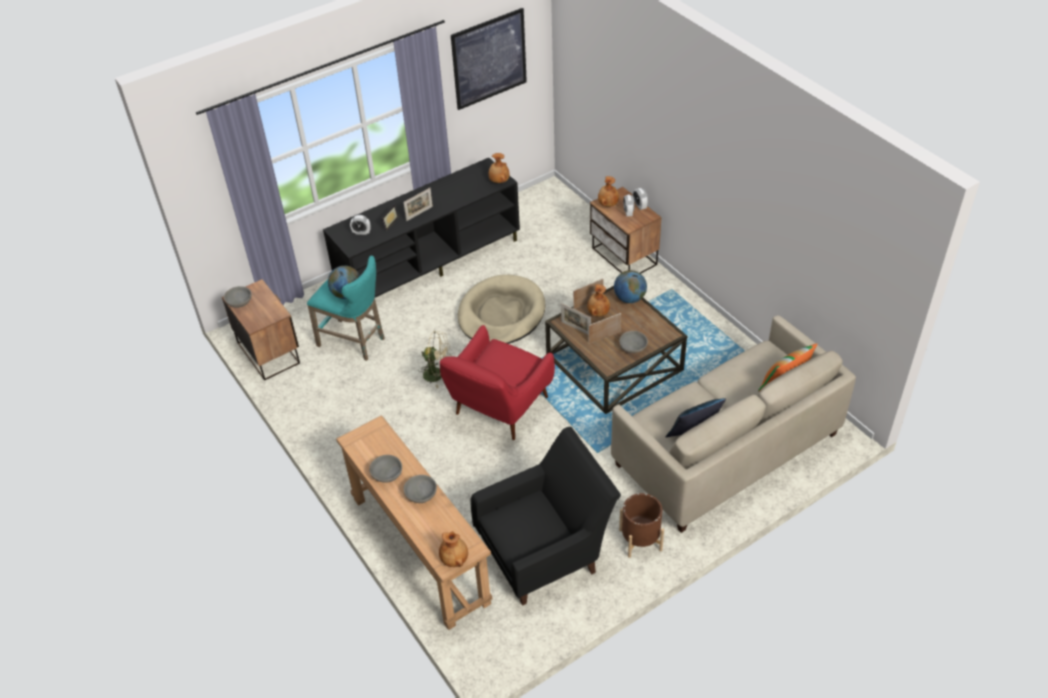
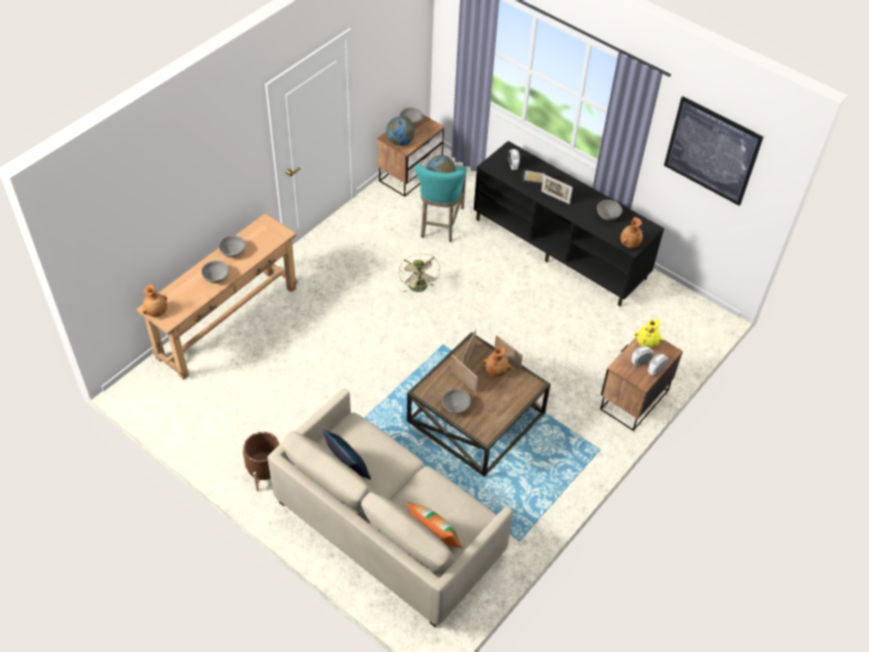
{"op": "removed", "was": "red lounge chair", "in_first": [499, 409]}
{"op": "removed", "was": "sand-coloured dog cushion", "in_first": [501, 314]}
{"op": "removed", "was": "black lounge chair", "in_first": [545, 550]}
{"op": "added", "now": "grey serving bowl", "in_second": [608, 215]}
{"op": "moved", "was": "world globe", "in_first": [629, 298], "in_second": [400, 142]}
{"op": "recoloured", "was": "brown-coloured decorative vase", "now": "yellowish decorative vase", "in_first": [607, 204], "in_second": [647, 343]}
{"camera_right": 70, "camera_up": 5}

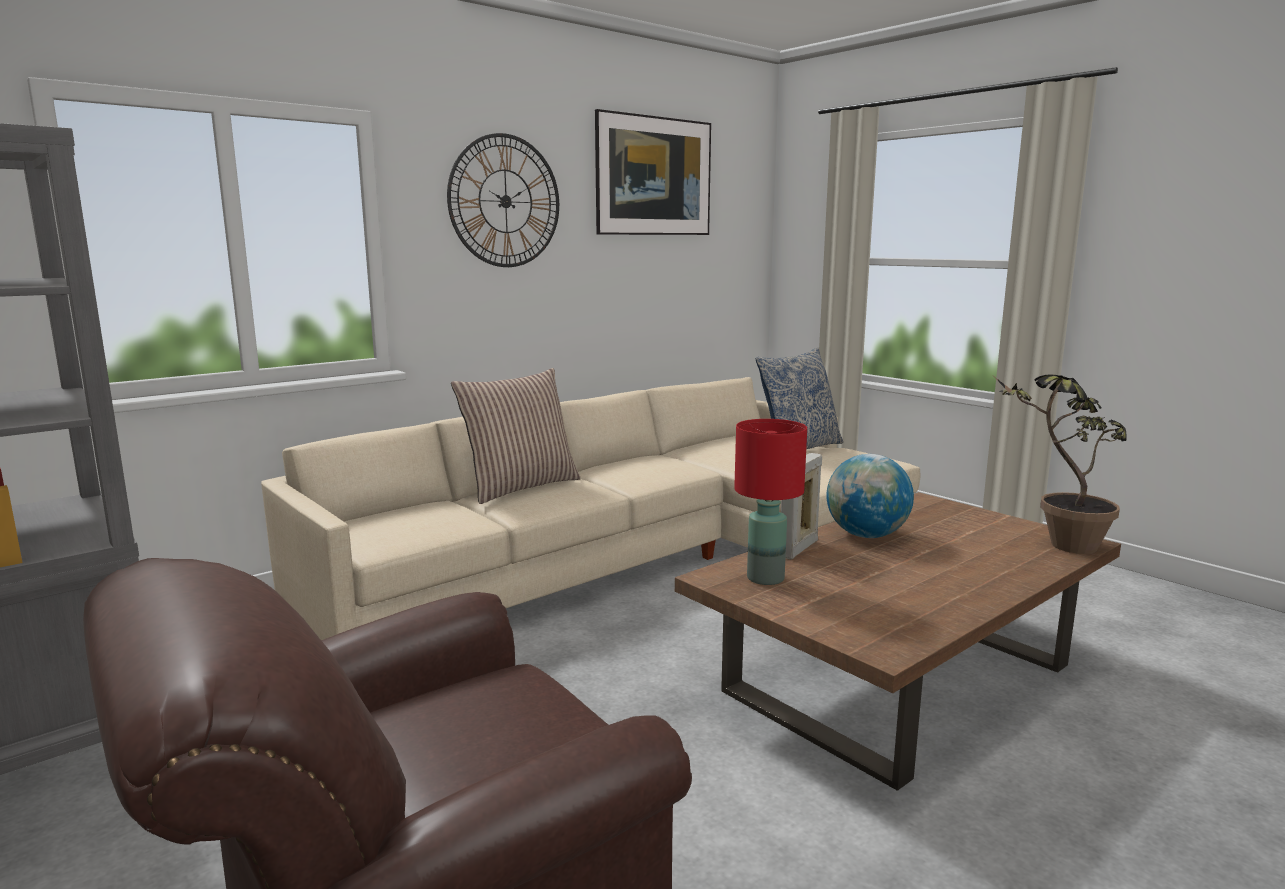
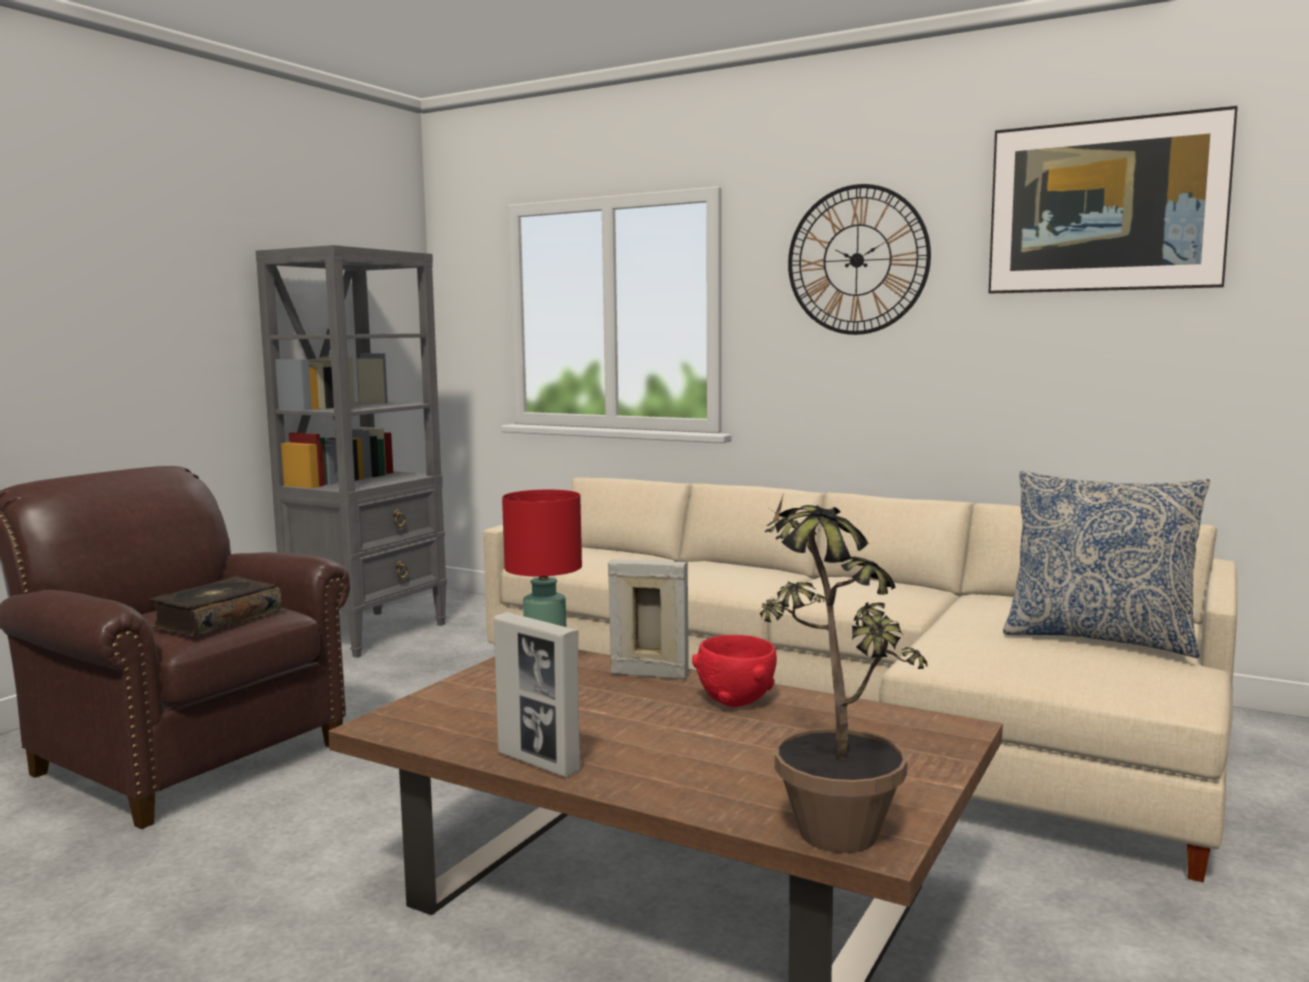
{"op": "removed", "was": "pillow", "in_first": [520, 486]}
{"op": "added", "now": "volume", "in_second": [216, 620]}
{"op": "added", "now": "picture frame", "in_second": [538, 762]}
{"op": "replaced", "was": "world globe", "now": "red serving bowl", "in_first": [866, 535], "in_second": [735, 701]}
{"camera_right": 70, "camera_up": -5}

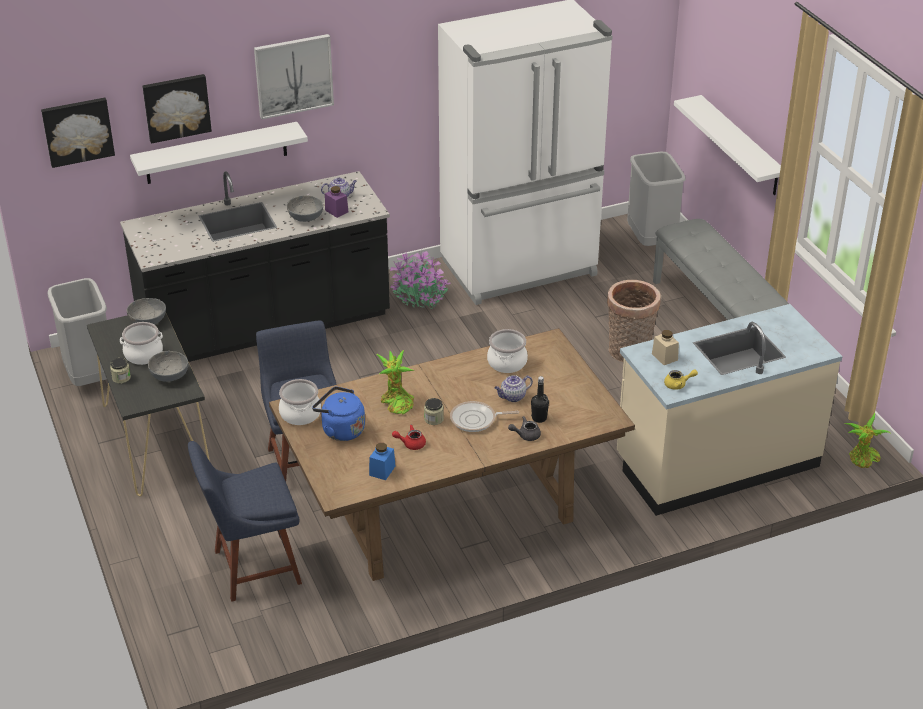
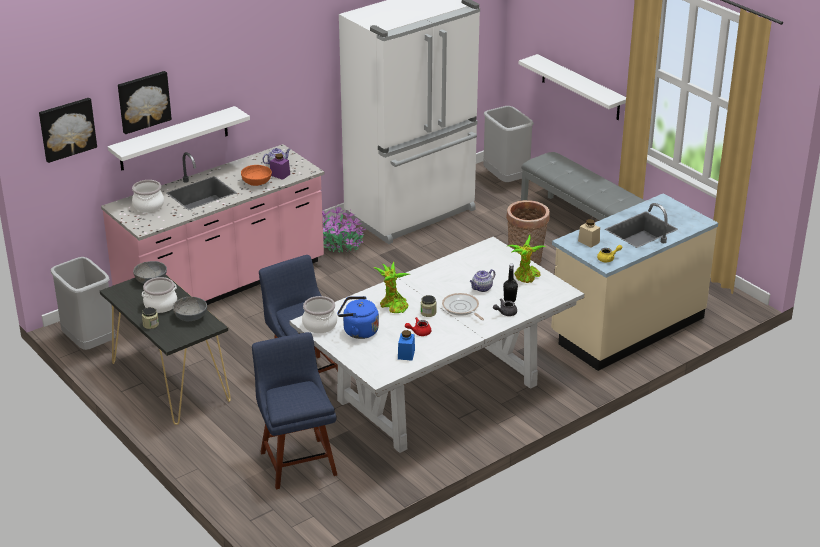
{"op": "removed", "was": "wall art", "in_first": [293, 75]}
{"op": "moved", "was": "saucepot", "in_first": [506, 362], "in_second": [148, 206]}
{"op": "moved", "was": "plant in a pot", "in_first": [862, 460], "in_second": [526, 277]}
{"op": "recoloured", "was": "black kitchen counter", "now": "pink kitchen counter", "in_first": [265, 328], "in_second": [222, 285]}
{"op": "recoloured", "was": "brown-coloured kitchen table", "now": "white-coloured kitchen table", "in_first": [449, 510], "in_second": [437, 393]}
{"op": "recoloured", "was": "grey serving bowl", "now": "orange serving bowl", "in_first": [305, 217], "in_second": [256, 182]}
{"op": "turned", "was": "bluish plain chair", "in_first": [252, 568], "in_second": [297, 460], "clockwise": 105}
{"op": "turned", "was": "pan", "in_first": [476, 420], "in_second": [461, 308], "clockwise": 75}
{"camera_right": -15, "camera_up": -5}

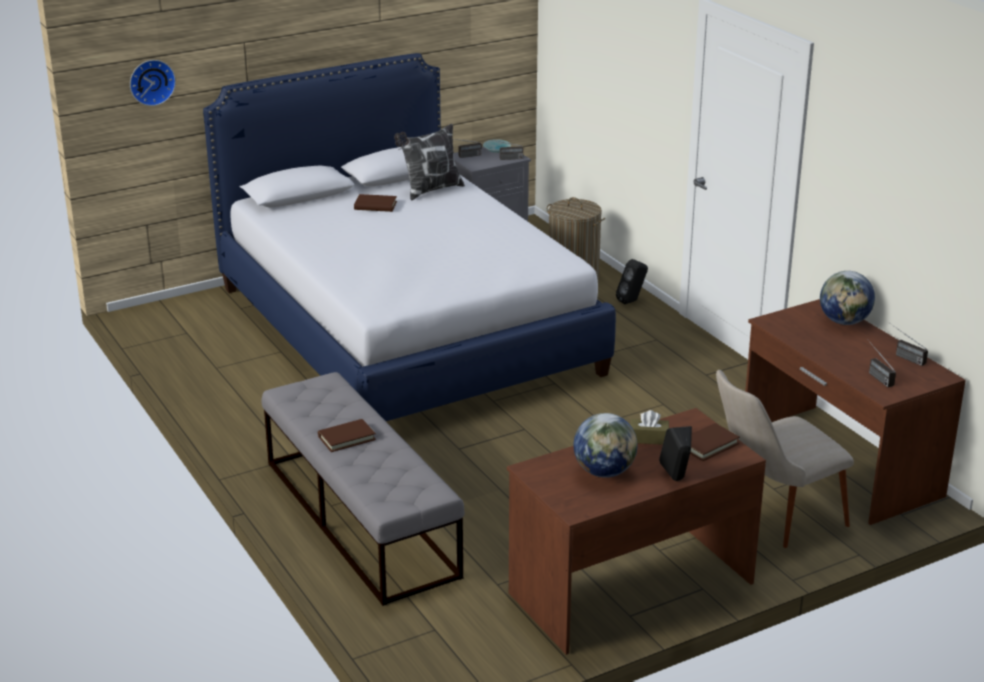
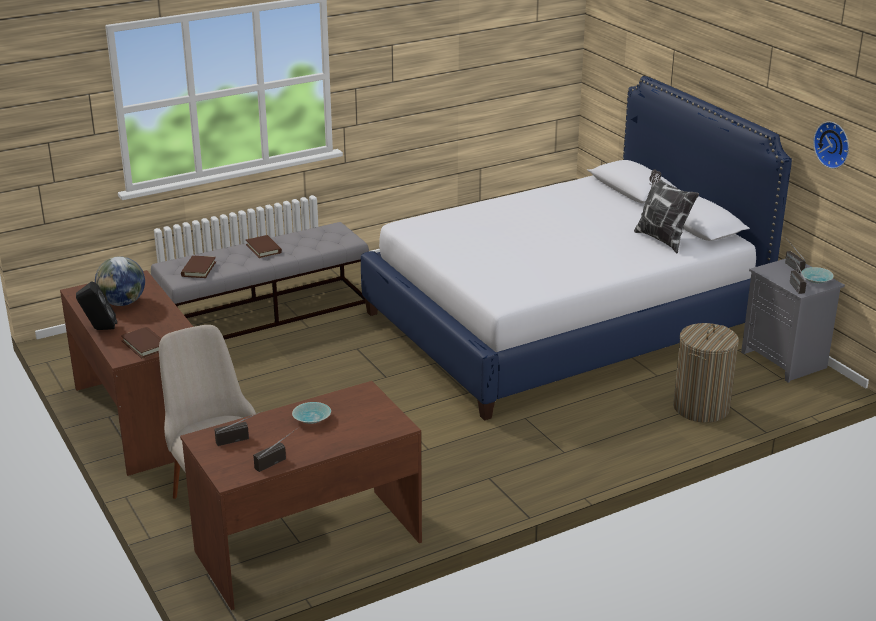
{"op": "removed", "was": "black speaker", "in_first": [632, 301]}
{"op": "removed", "was": "brown-coloured box of tissues", "in_first": [649, 438]}
{"op": "removed", "was": "world globe", "in_first": [844, 322]}
{"op": "added", "now": "turquoise-coloured serving bowl", "in_second": [310, 419]}
{"op": "moved", "was": "hanging clock", "in_first": [151, 81], "in_second": [834, 144]}
{"op": "moved", "was": "brown-coloured volume", "in_first": [375, 206], "in_second": [198, 269]}
{"camera_right": 90, "camera_up": 0}

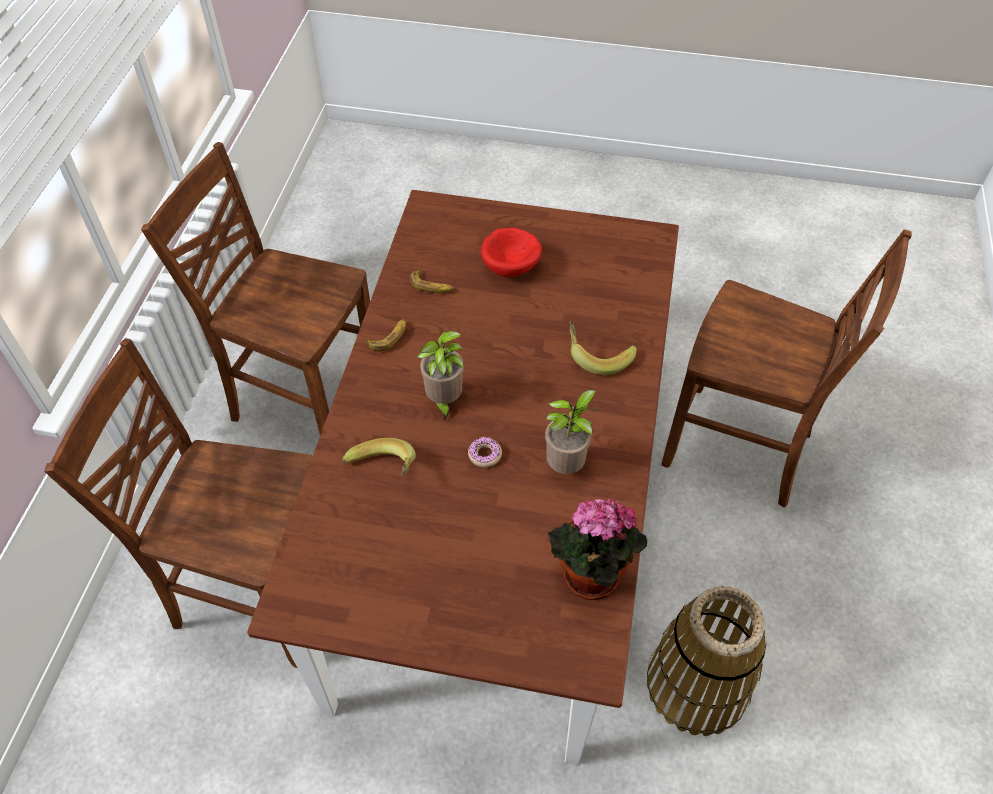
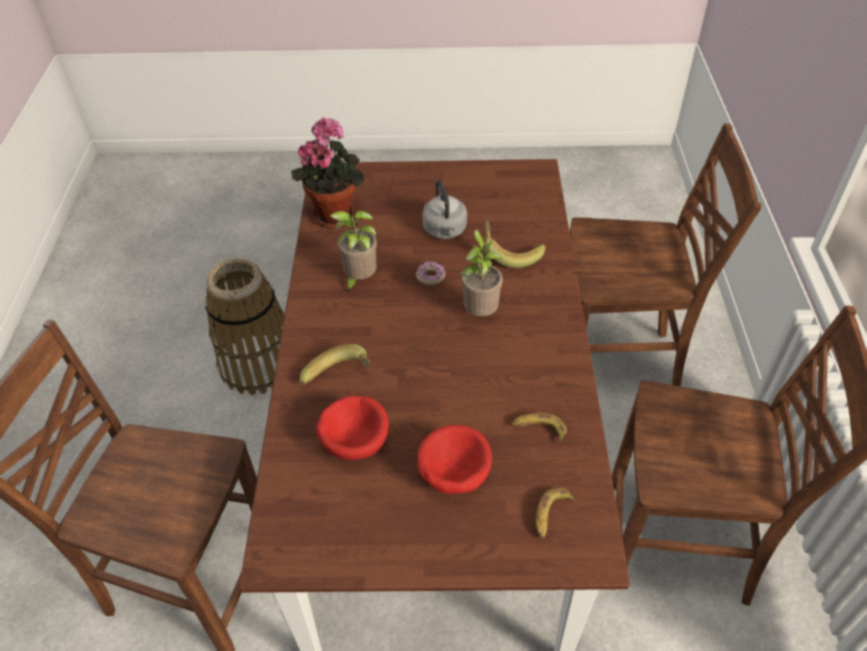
{"op": "added", "now": "red serving bowl", "in_second": [355, 440]}
{"op": "added", "now": "grey kettle", "in_second": [445, 231]}
{"op": "moved", "was": "banana fruit", "in_first": [389, 337], "in_second": [551, 515]}
{"camera_right": 170, "camera_up": -5}

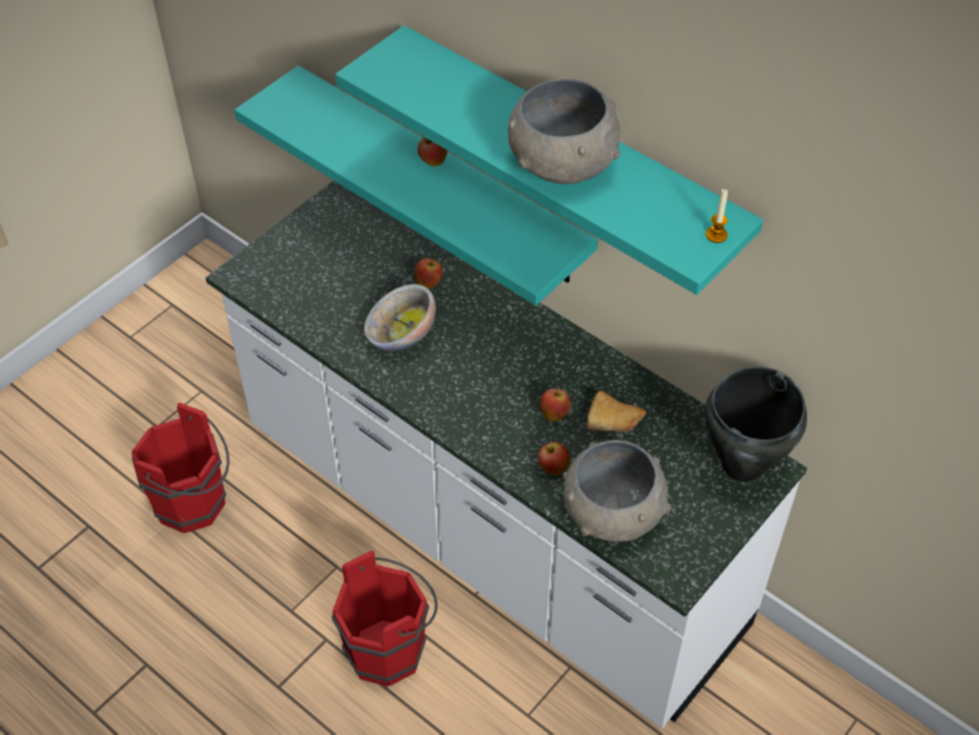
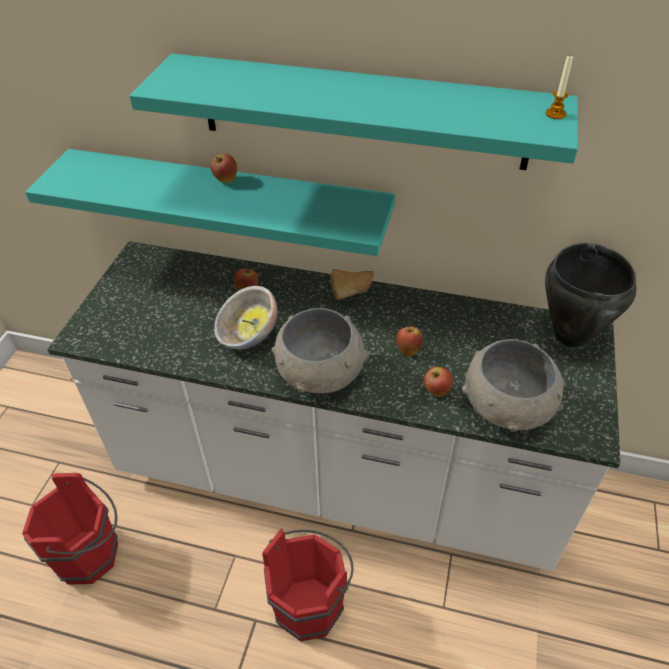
{"op": "moved", "was": "grey serving bowl", "in_first": [561, 165], "in_second": [319, 375]}
{"op": "moved", "was": "baked bread", "in_first": [615, 421], "in_second": [353, 288]}
{"camera_right": -25, "camera_up": -5}

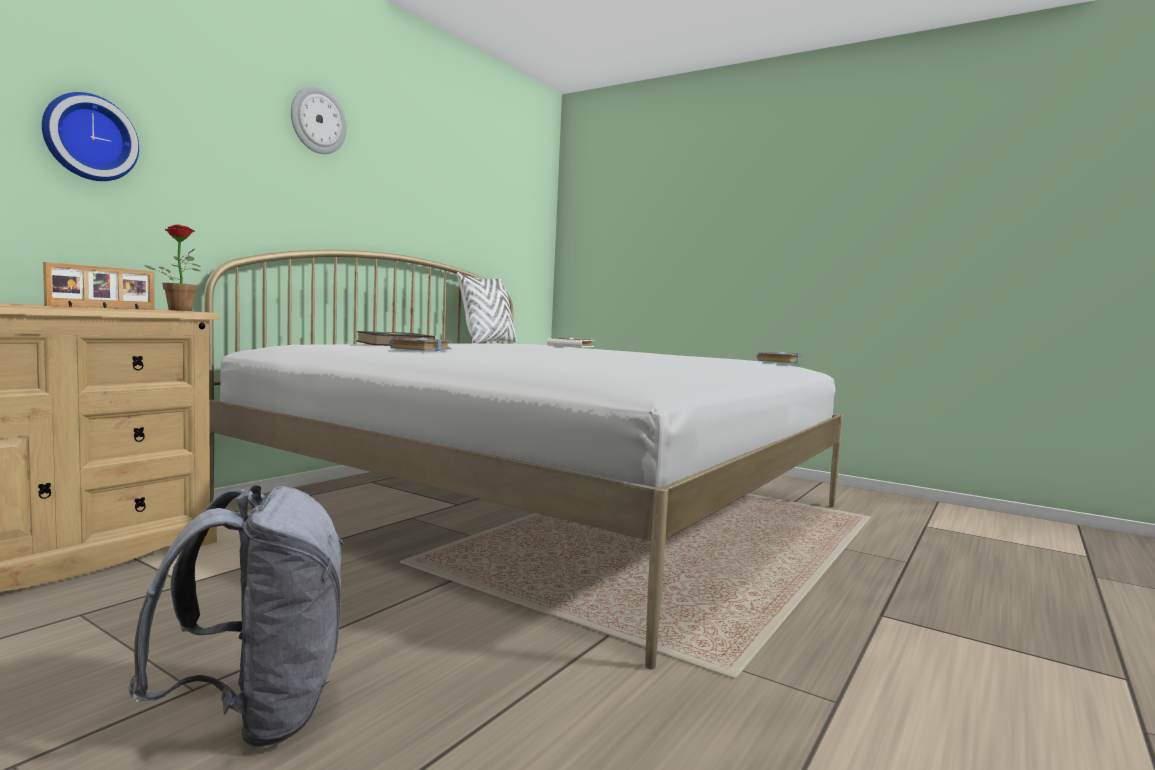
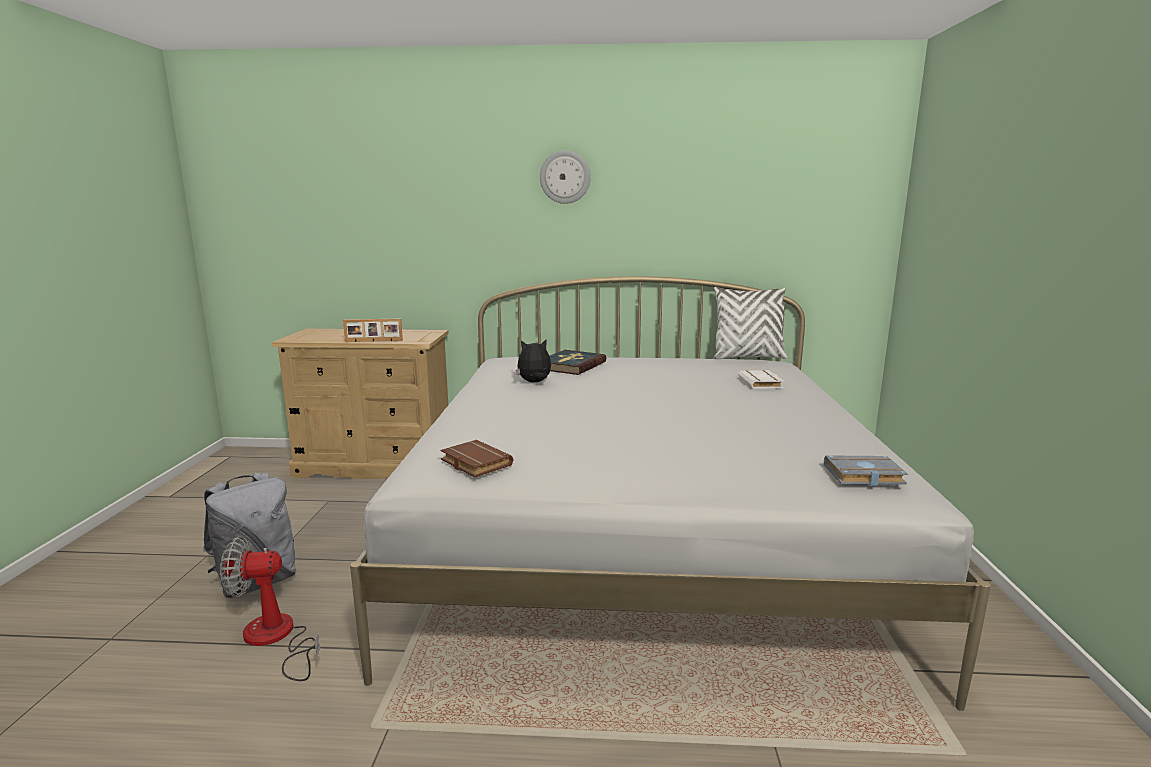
{"op": "removed", "was": "hanging clock", "in_first": [89, 138]}
{"op": "removed", "was": "plant in a pot", "in_first": [180, 310]}
{"op": "added", "now": "cooling fan", "in_second": [276, 639]}
{"op": "added", "now": "brown-coloured volume", "in_second": [474, 463]}
{"op": "replaced", "was": "grey volume", "now": "cuddly toy", "in_first": [422, 349], "in_second": [534, 382]}
{"camera_right": 60, "camera_up": 10}

